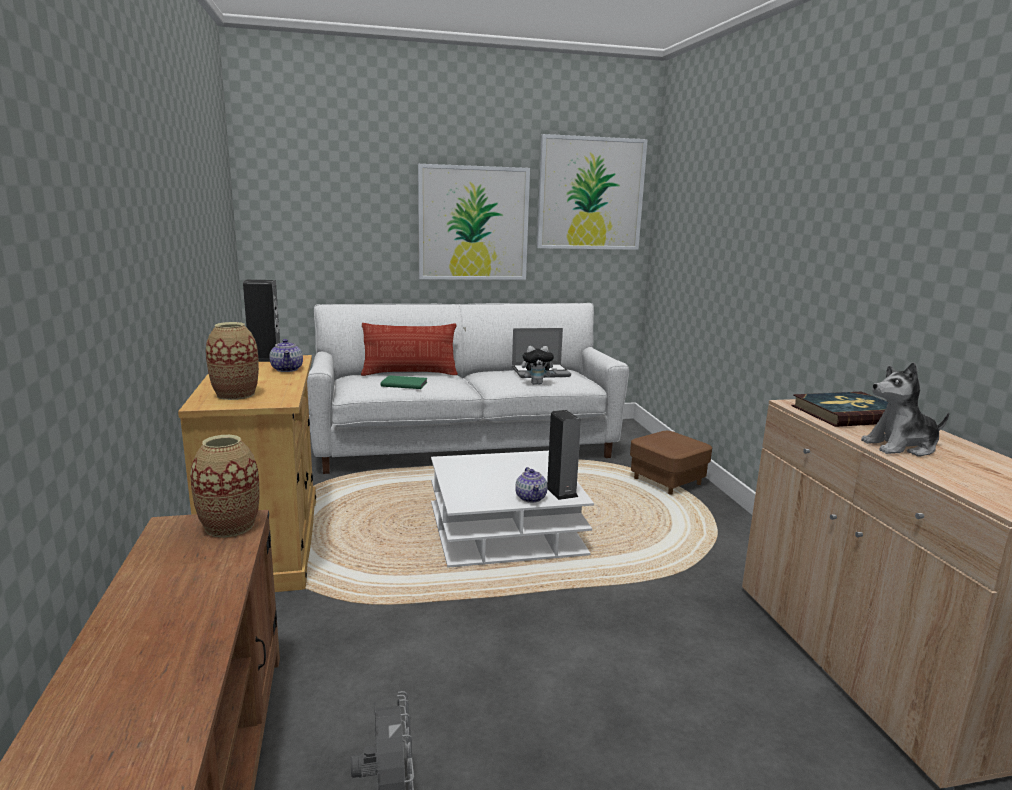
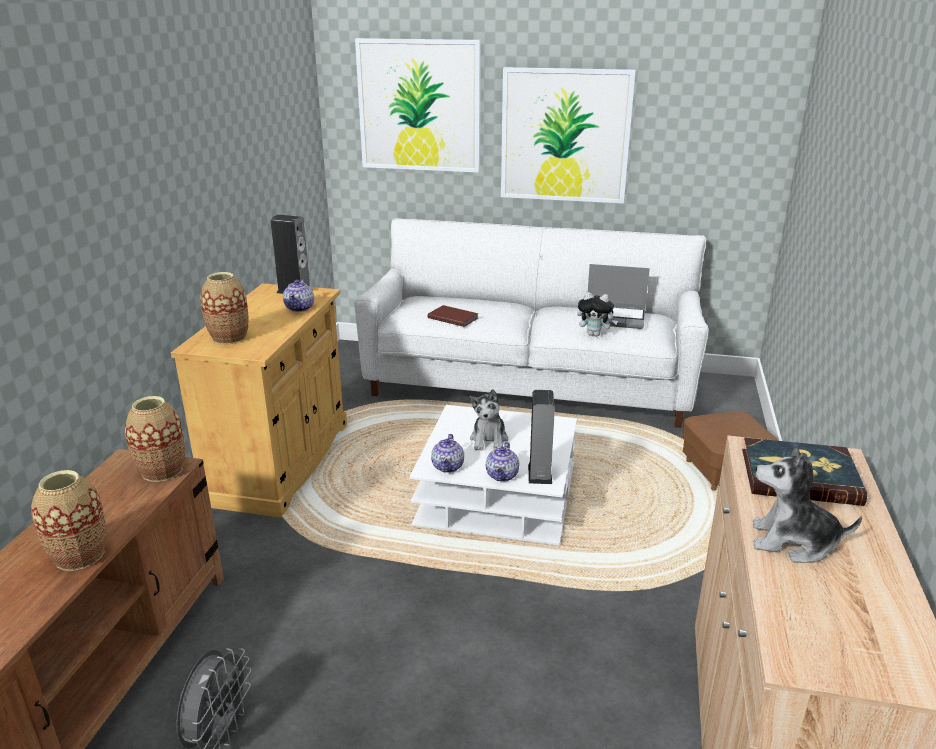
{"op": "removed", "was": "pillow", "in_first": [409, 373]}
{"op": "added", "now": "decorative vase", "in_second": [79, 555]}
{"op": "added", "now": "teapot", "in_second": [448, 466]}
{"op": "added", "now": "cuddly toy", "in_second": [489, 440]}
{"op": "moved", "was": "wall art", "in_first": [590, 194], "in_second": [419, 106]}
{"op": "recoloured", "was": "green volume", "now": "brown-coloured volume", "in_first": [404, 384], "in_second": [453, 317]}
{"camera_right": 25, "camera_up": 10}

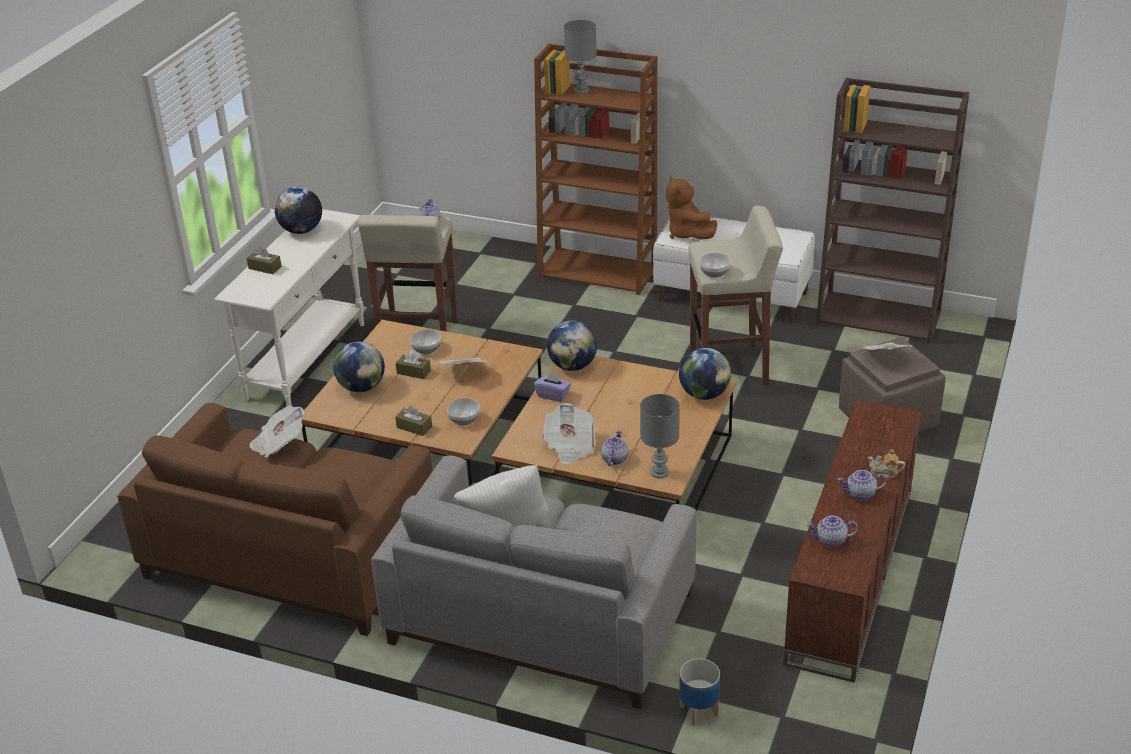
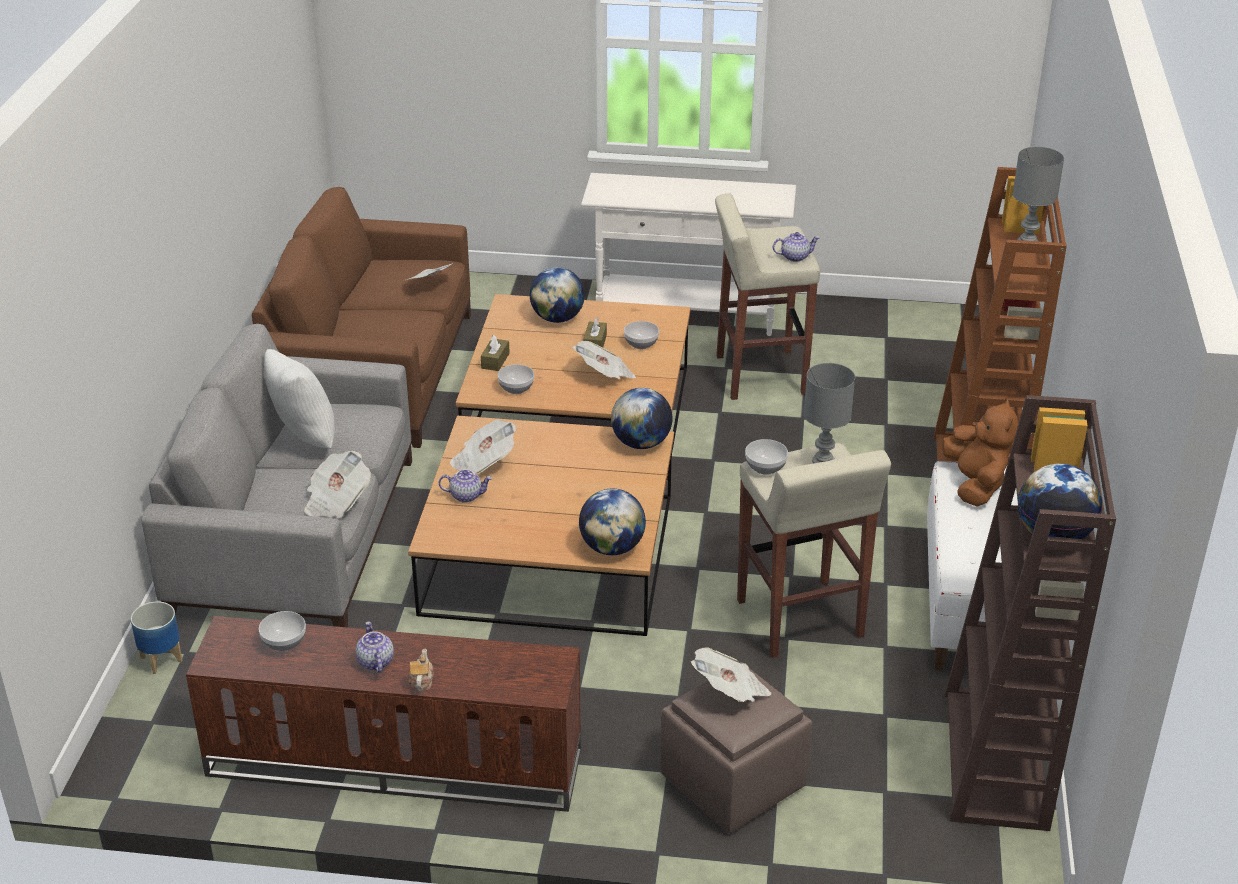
{"op": "removed", "was": "brown-coloured box of tissues", "in_first": [265, 268]}
{"op": "removed", "was": "purplish box of tissues", "in_first": [553, 395]}
{"op": "added", "now": "daily paper", "in_second": [336, 501]}
{"op": "moved", "was": "world globe", "in_first": [301, 230], "in_second": [1053, 536]}
{"op": "moved", "was": "grey tabletop lamp", "in_first": [659, 472], "in_second": [824, 461]}
{"op": "replaced", "was": "teapot", "now": "serving bowl", "in_first": [830, 541], "in_second": [283, 642]}
{"op": "turned", "was": "brown-coloured cuddly toy", "in_first": [687, 234], "in_second": [975, 484], "clockwise": 120}
{"camera_right": 75, "camera_up": 0}

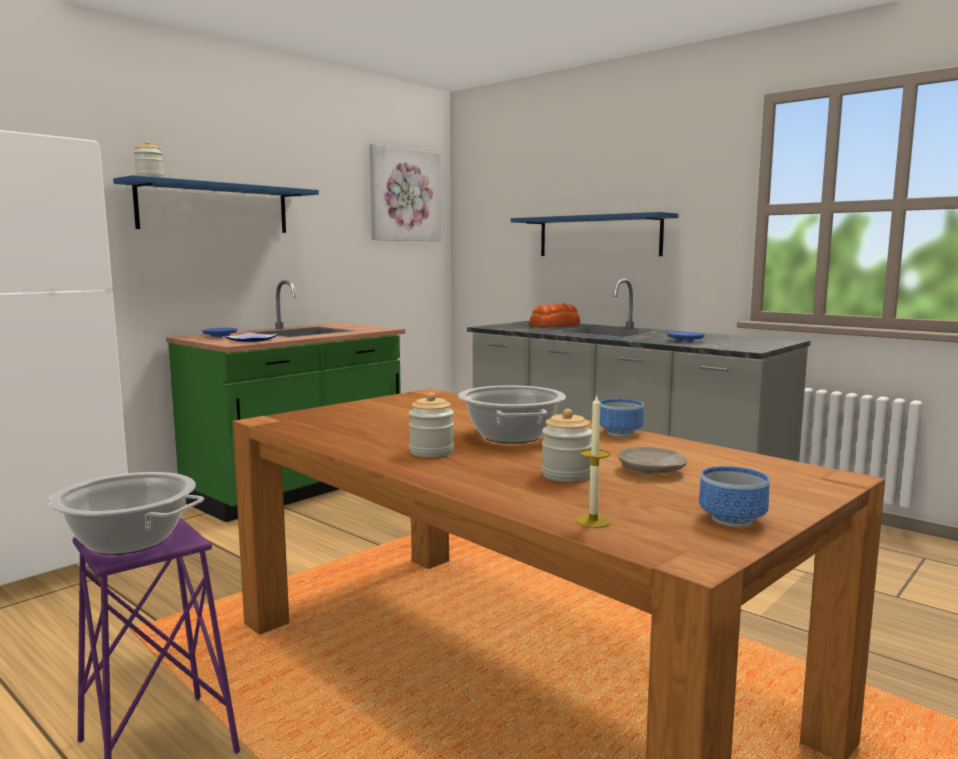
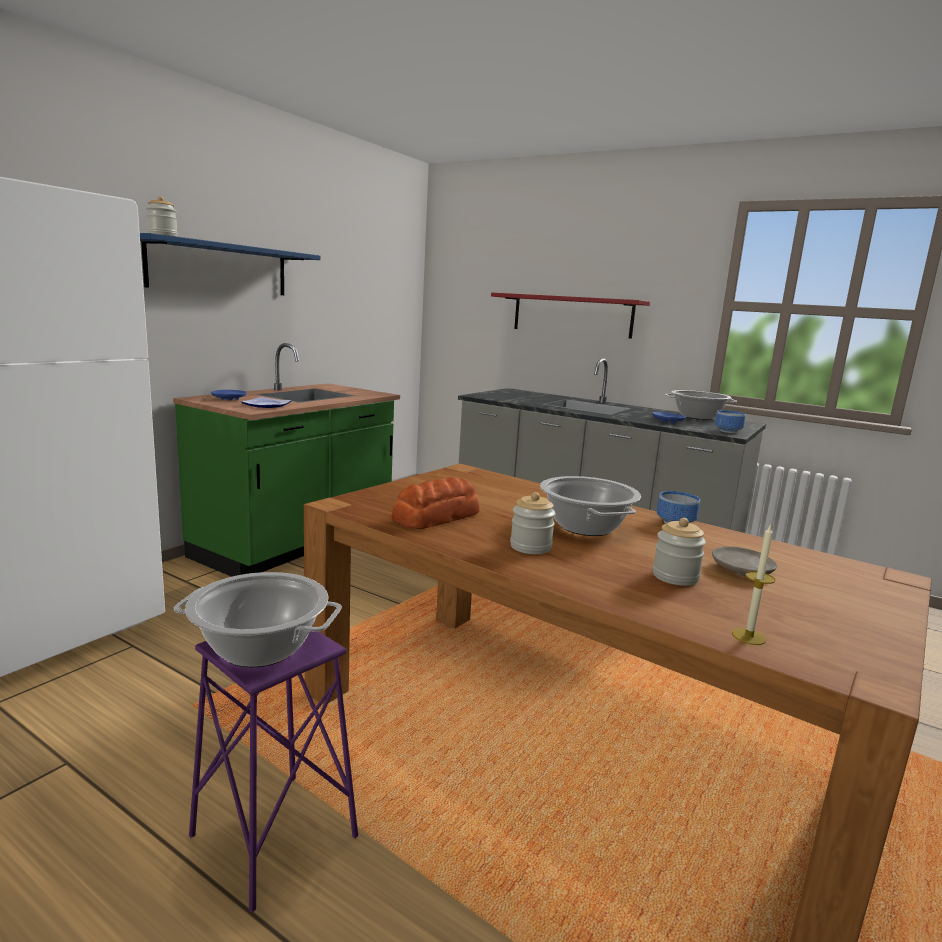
{"op": "removed", "was": "wall art", "in_first": [404, 195]}
{"op": "added", "now": "saucepot", "in_second": [697, 417]}
{"op": "moved", "was": "baked bread", "in_first": [555, 325], "in_second": [437, 516]}
{"op": "moved", "was": "serving bowl", "in_first": [729, 520], "in_second": [727, 431]}
{"op": "recoloured", "was": "bluish shelf", "now": "red shelf", "in_first": [599, 236], "in_second": [572, 315]}
{"camera_right": -10, "camera_up": 5}

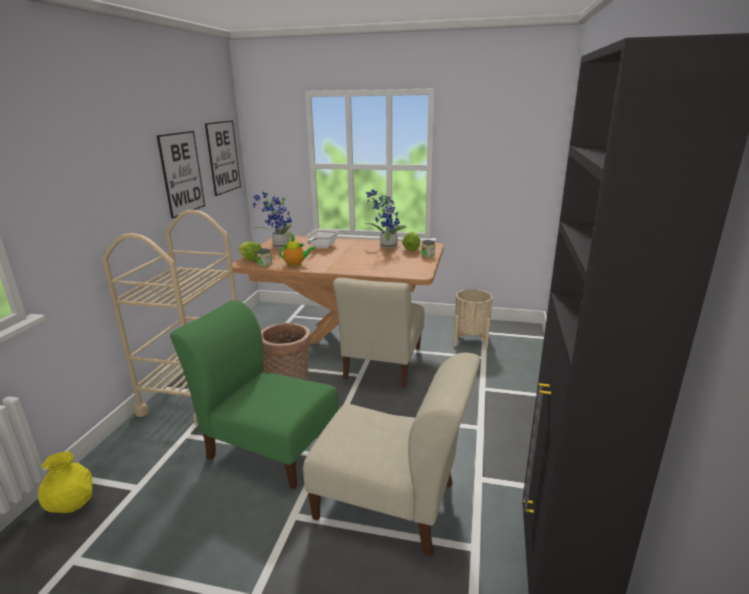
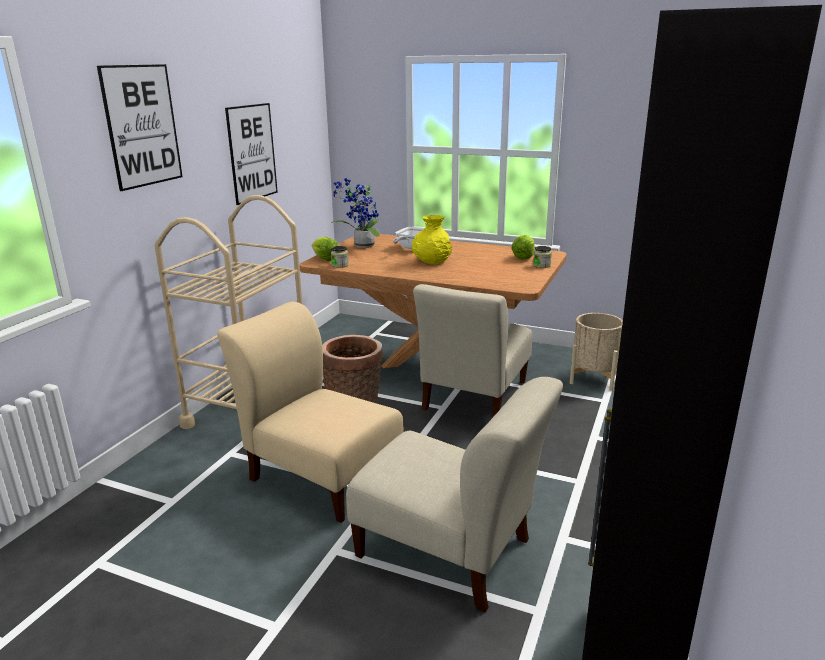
{"op": "removed", "was": "teapot", "in_first": [296, 264]}
{"op": "removed", "was": "plant in a pot", "in_first": [386, 246]}
{"op": "moved", "was": "yellowish decorative vase", "in_first": [71, 504], "in_second": [431, 261]}
{"op": "moved", "was": "wall art", "in_first": [223, 157], "in_second": [142, 126]}
{"op": "recoloured", "was": "green plain chair", "now": "sand-coloured plain chair", "in_first": [268, 446], "in_second": [320, 475]}
{"camera_right": 10, "camera_up": 0}

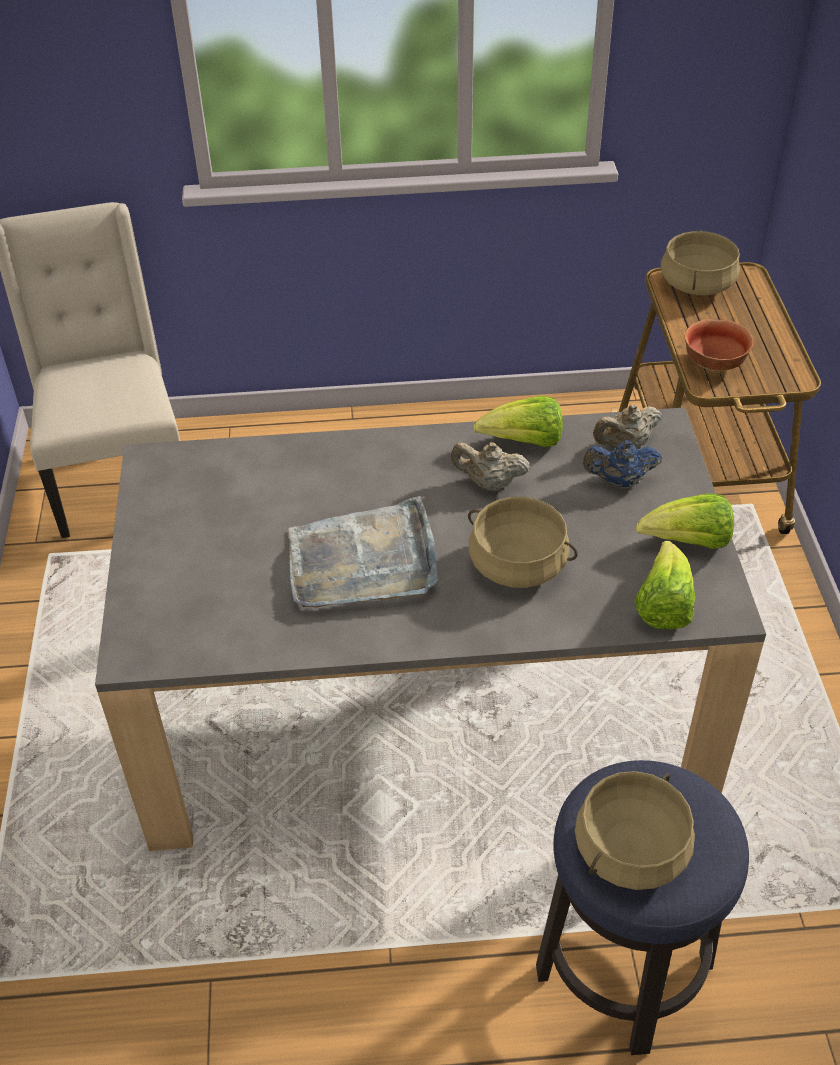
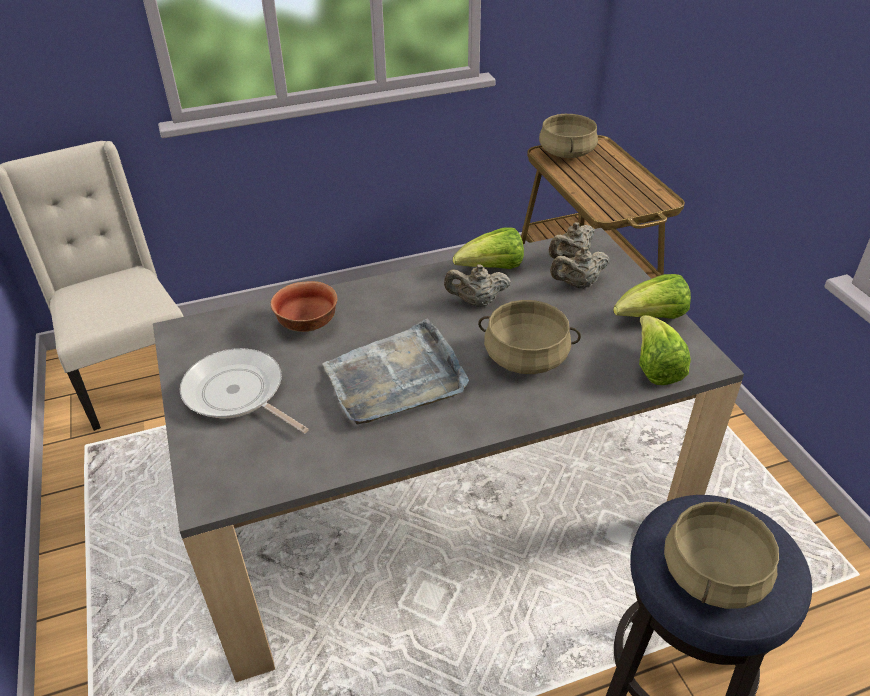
{"op": "added", "now": "pan", "in_second": [238, 394]}
{"op": "moved", "was": "serving bowl", "in_first": [712, 364], "in_second": [306, 324]}
{"op": "recoloured", "was": "bluish teapot", "now": "sand-coloured teapot", "in_first": [619, 481], "in_second": [578, 284]}
{"camera_right": -15, "camera_up": -5}

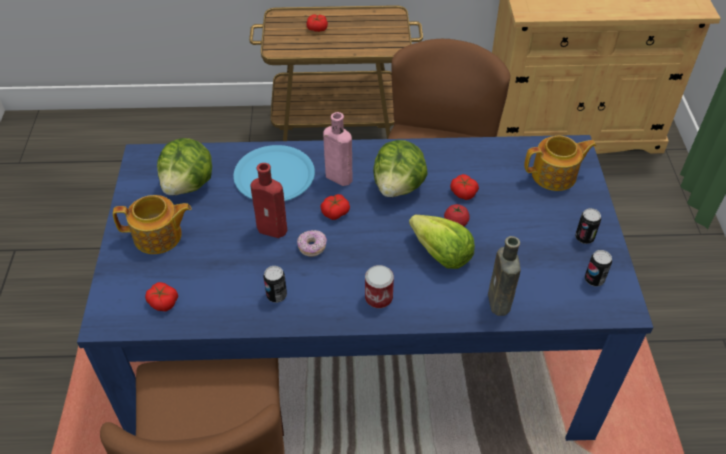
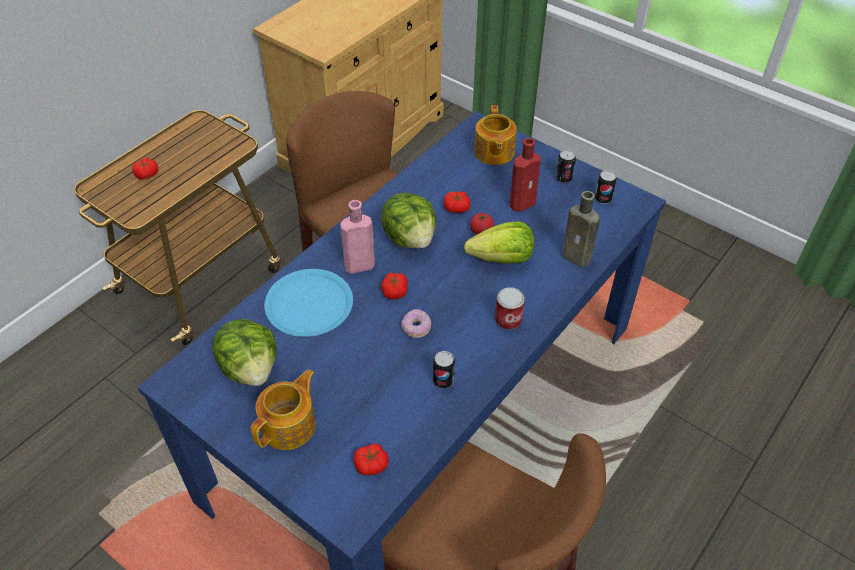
{"op": "moved", "was": "red drink bottle", "in_first": [274, 229], "in_second": [524, 203]}
{"op": "turned", "was": "teapot", "in_first": [555, 175], "in_second": [493, 152], "clockwise": 150}
{"camera_right": -50, "camera_up": 0}

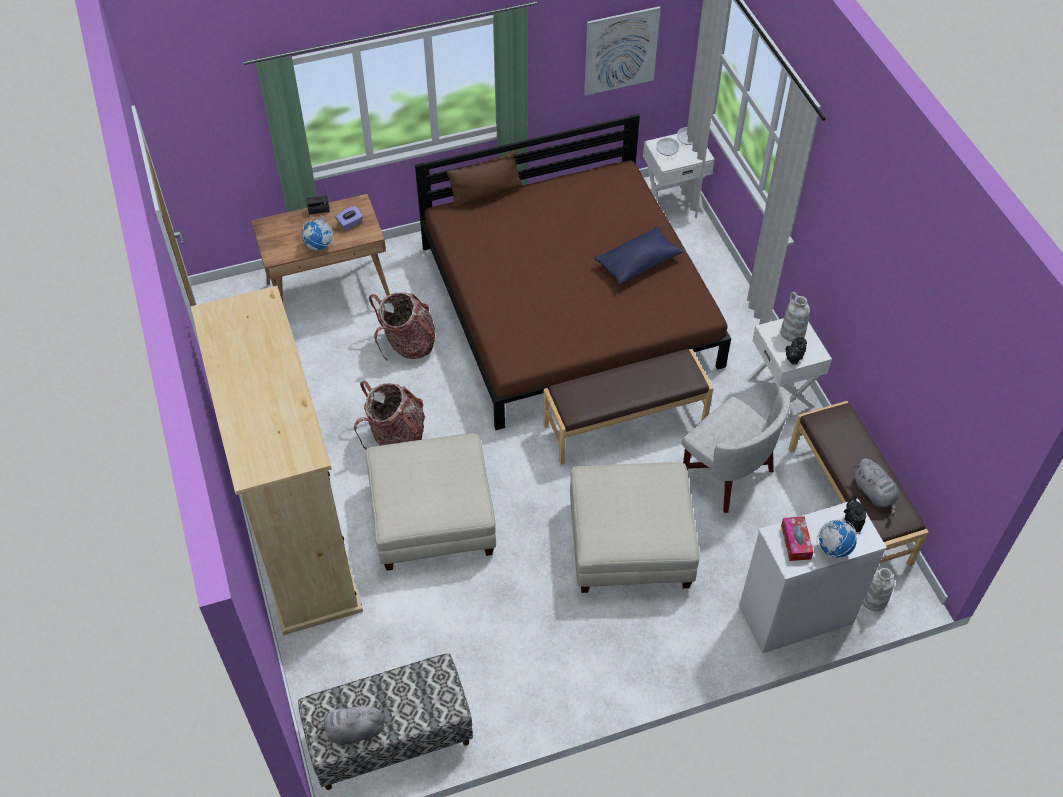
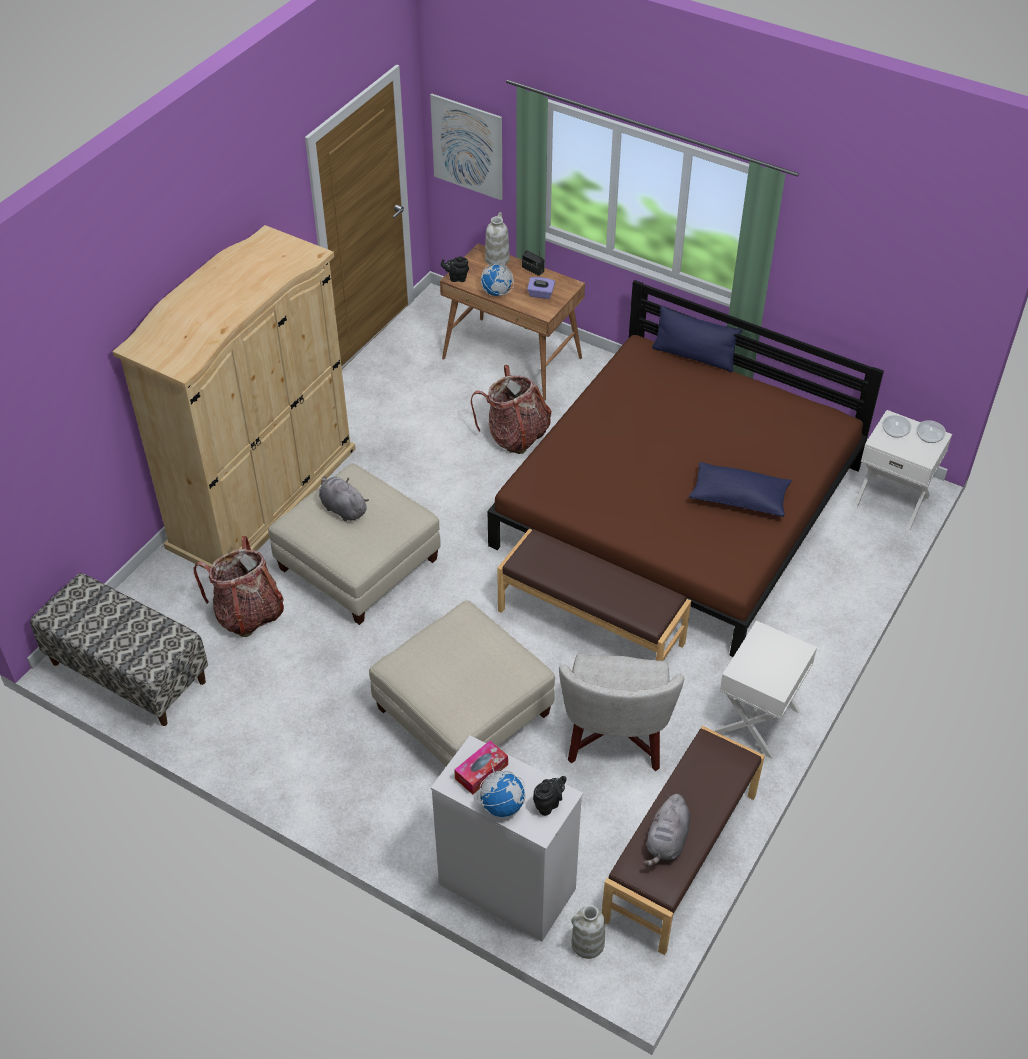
{"op": "moved", "was": "grey cuddly toy", "in_first": [352, 731], "in_second": [342, 508]}
{"op": "moved", "was": "rucksack", "in_first": [396, 437], "in_second": [248, 613]}
{"op": "moved", "was": "wall art", "in_first": [621, 51], "in_second": [467, 146]}
{"op": "moved", "was": "white-coloured decorative vase", "in_first": [792, 332], "in_second": [497, 259]}
{"op": "moved", "was": "black teapot", "in_first": [793, 358], "in_second": [456, 278]}
{"op": "recoloured", "was": "brown-coloured pillow", "now": "bluish pillow", "in_first": [486, 194], "in_second": [694, 356]}
{"camera_right": 50, "camera_up": -5}

